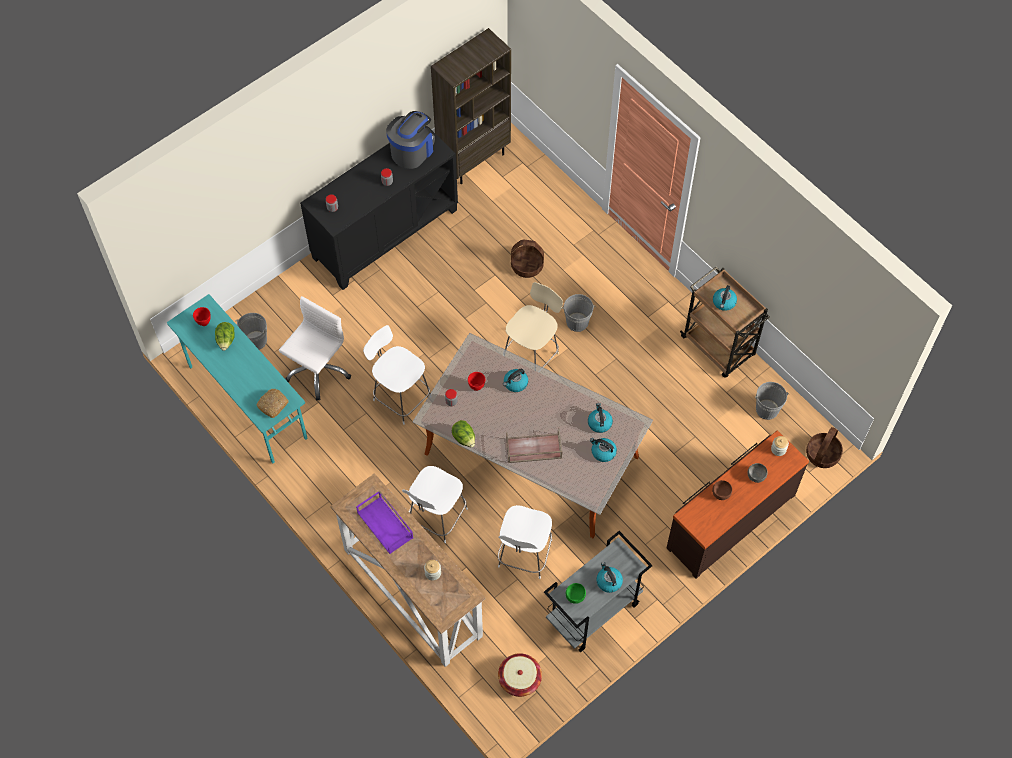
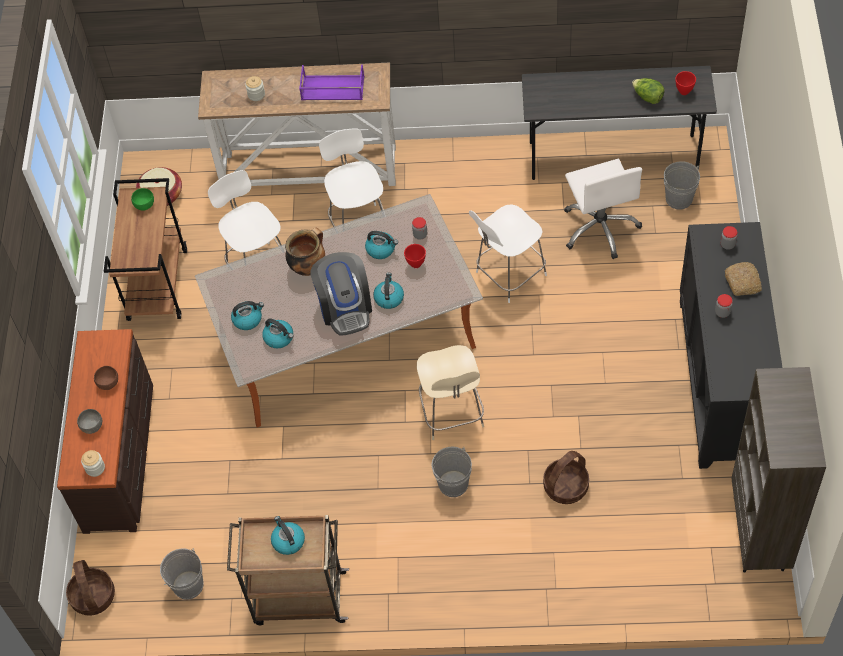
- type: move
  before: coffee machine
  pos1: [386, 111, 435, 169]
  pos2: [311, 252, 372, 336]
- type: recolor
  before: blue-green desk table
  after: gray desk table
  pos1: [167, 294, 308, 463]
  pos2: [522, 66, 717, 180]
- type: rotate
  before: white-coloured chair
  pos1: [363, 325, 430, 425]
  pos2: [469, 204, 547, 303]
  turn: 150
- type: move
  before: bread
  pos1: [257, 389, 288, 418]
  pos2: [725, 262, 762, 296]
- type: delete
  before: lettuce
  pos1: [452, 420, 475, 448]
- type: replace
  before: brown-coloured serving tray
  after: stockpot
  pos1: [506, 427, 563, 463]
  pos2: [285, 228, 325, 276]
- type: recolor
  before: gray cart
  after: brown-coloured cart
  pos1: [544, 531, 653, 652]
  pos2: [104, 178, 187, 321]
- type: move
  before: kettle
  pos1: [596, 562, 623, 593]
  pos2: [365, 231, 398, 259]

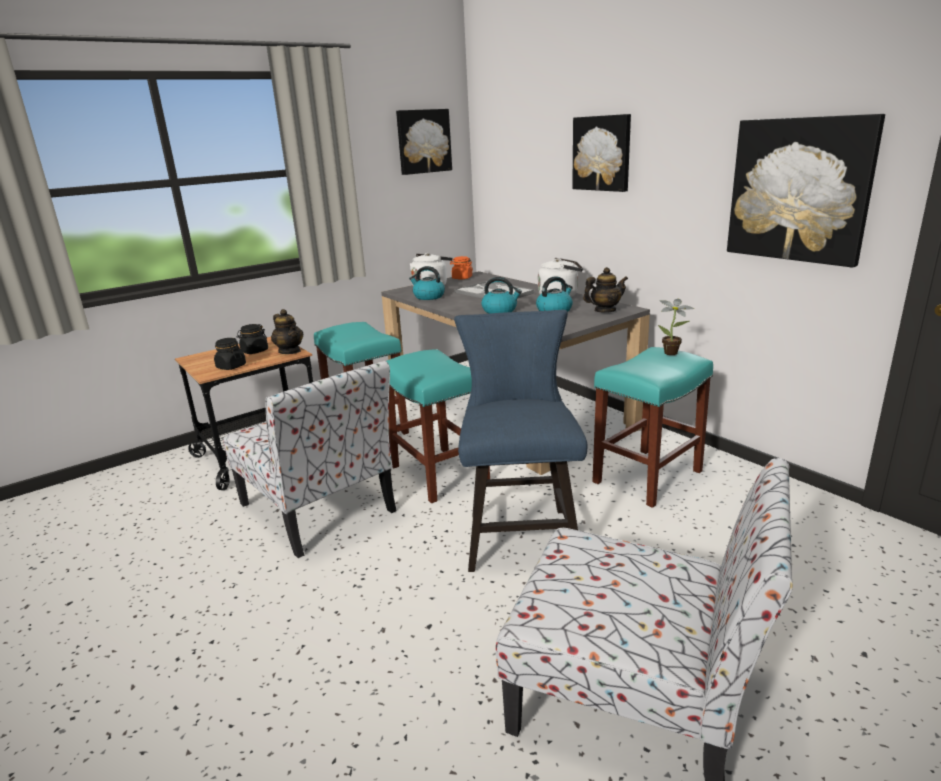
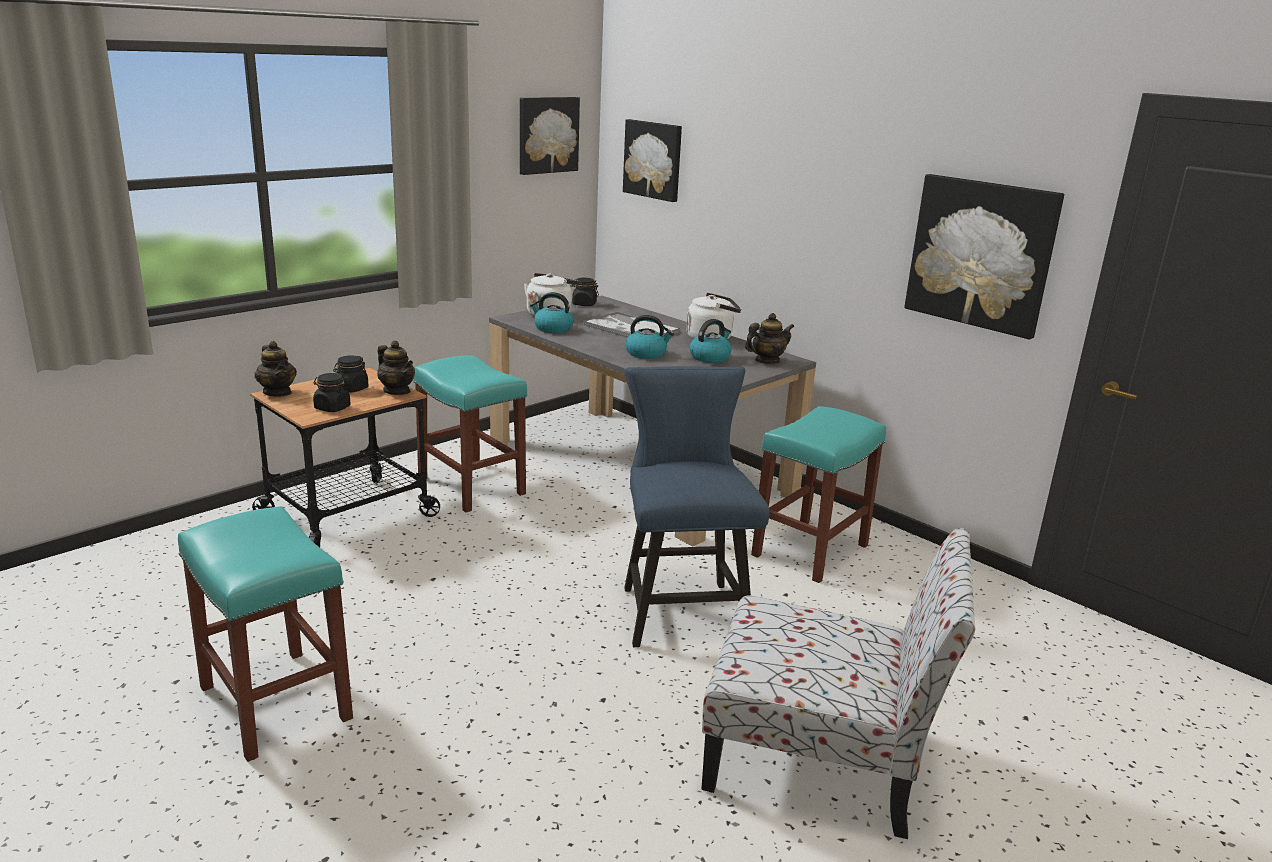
- type: move
  before: picture
  pos1: [572, 114, 631, 192]
  pos2: [623, 119, 682, 202]
- type: recolor
  before: orange storage jar
  after: black storage jar
  pos1: [450, 256, 473, 280]
  pos2: [570, 277, 599, 306]
- type: delete
  before: houseplant
  pos1: [658, 299, 694, 355]
- type: move
  before: blue-green stool
  pos1: [387, 349, 490, 503]
  pos2: [178, 506, 353, 762]
- type: delete
  before: chair
  pos1: [223, 361, 397, 558]
- type: insert
  after: pot for tea
  pos2: [255, 341, 297, 397]

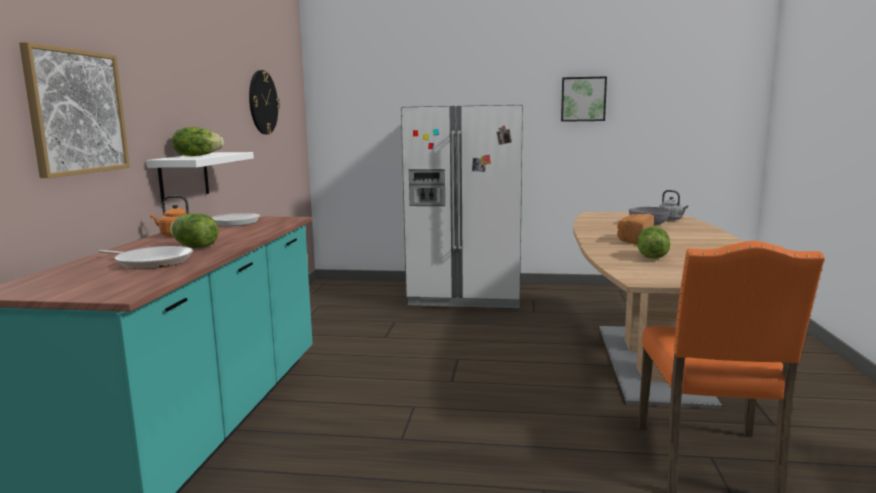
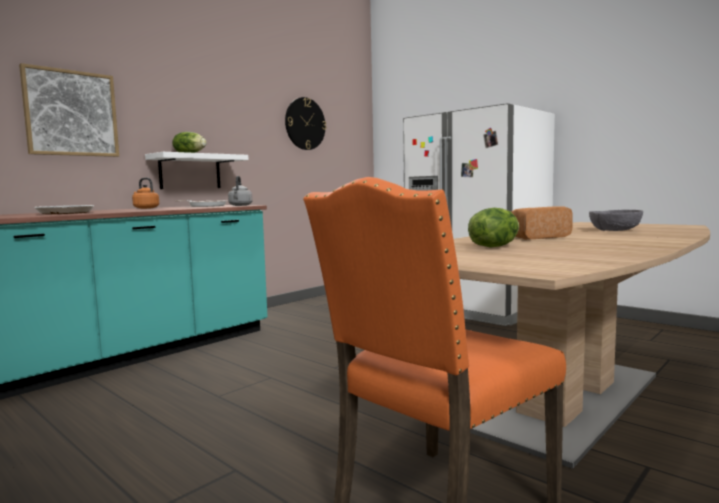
- type: delete
  before: picture
  pos1: [561, 76, 607, 122]
- type: move
  before: gray kettle
  pos1: [659, 190, 688, 221]
  pos2: [228, 176, 253, 206]
- type: delete
  before: lettuce
  pos1: [170, 213, 219, 248]

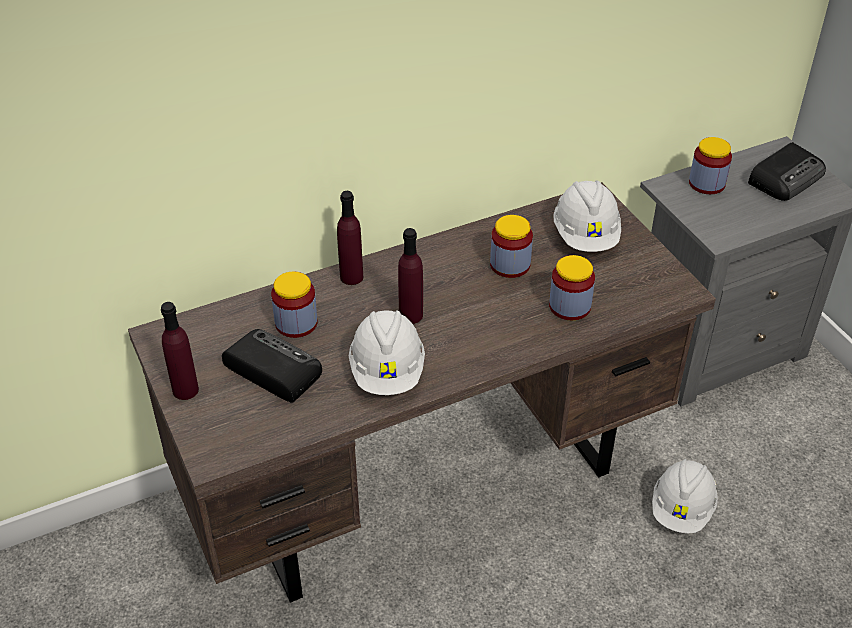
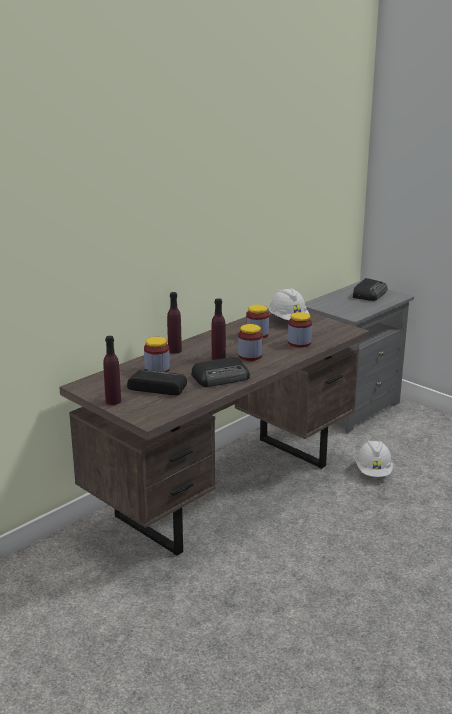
- type: move
  before: storage jar
  pos1: [689, 137, 732, 194]
  pos2: [238, 324, 263, 361]
- type: replace
  before: white-coloured safety helmet
  after: radio receiver
  pos1: [349, 310, 425, 395]
  pos2: [191, 357, 250, 387]

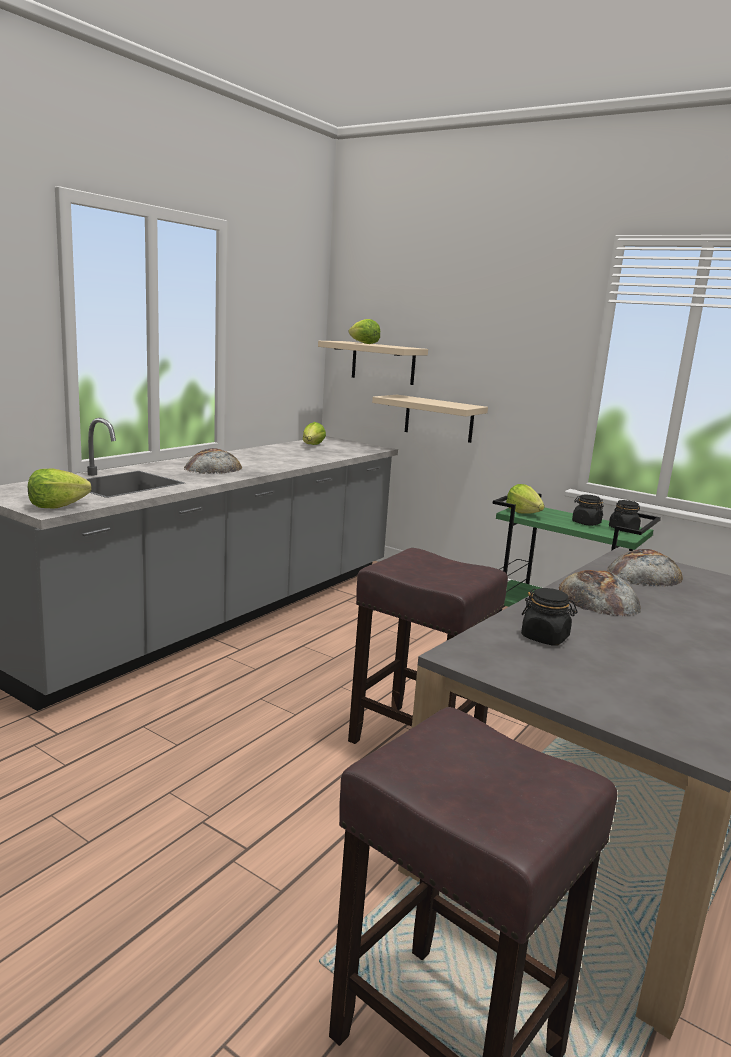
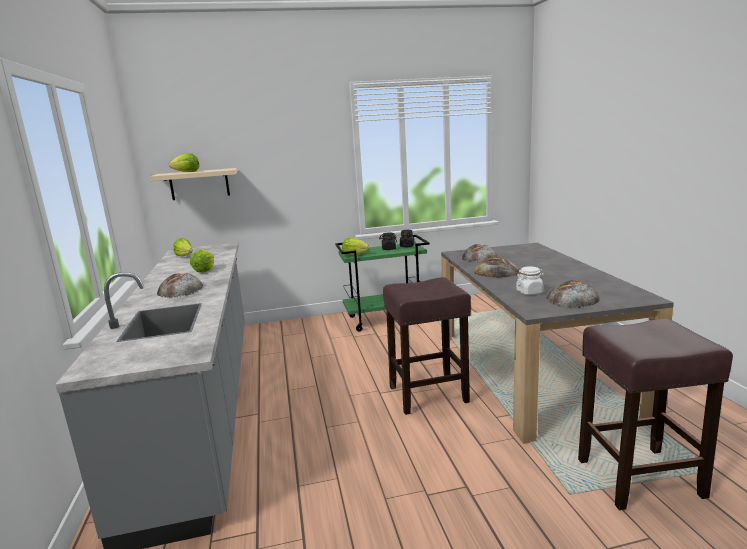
- type: delete
  before: beige bracket shelf
  pos1: [372, 395, 488, 443]
- type: move
  before: lettuce
  pos1: [28, 469, 92, 508]
  pos2: [190, 250, 214, 273]
- type: recolor
  before: black storage jar
  after: white-coloured storage jar
  pos1: [521, 588, 577, 646]
  pos2: [516, 266, 544, 295]
- type: insert
  after: bread
  pos2: [546, 280, 600, 308]

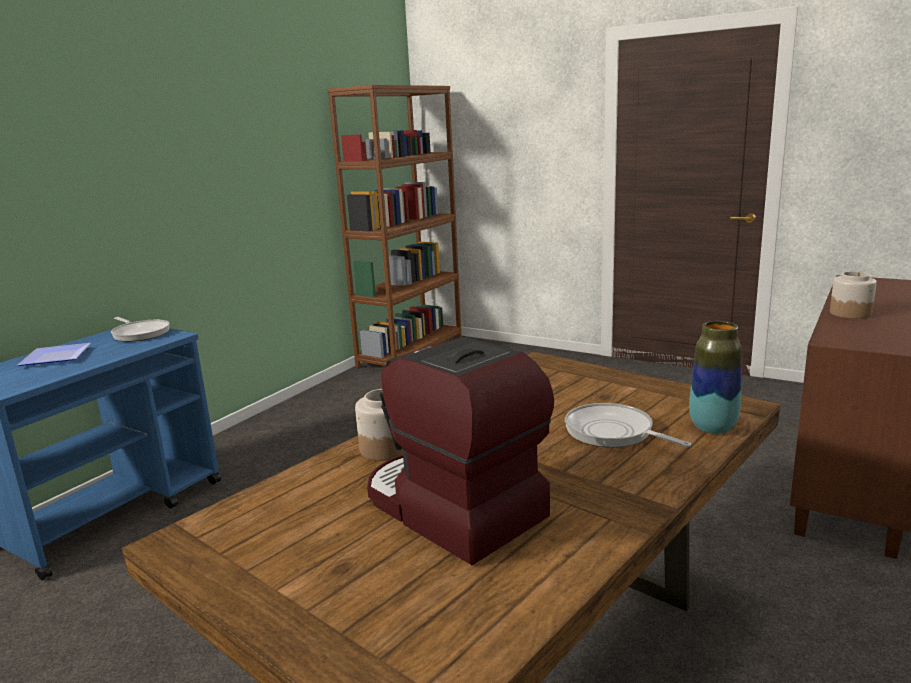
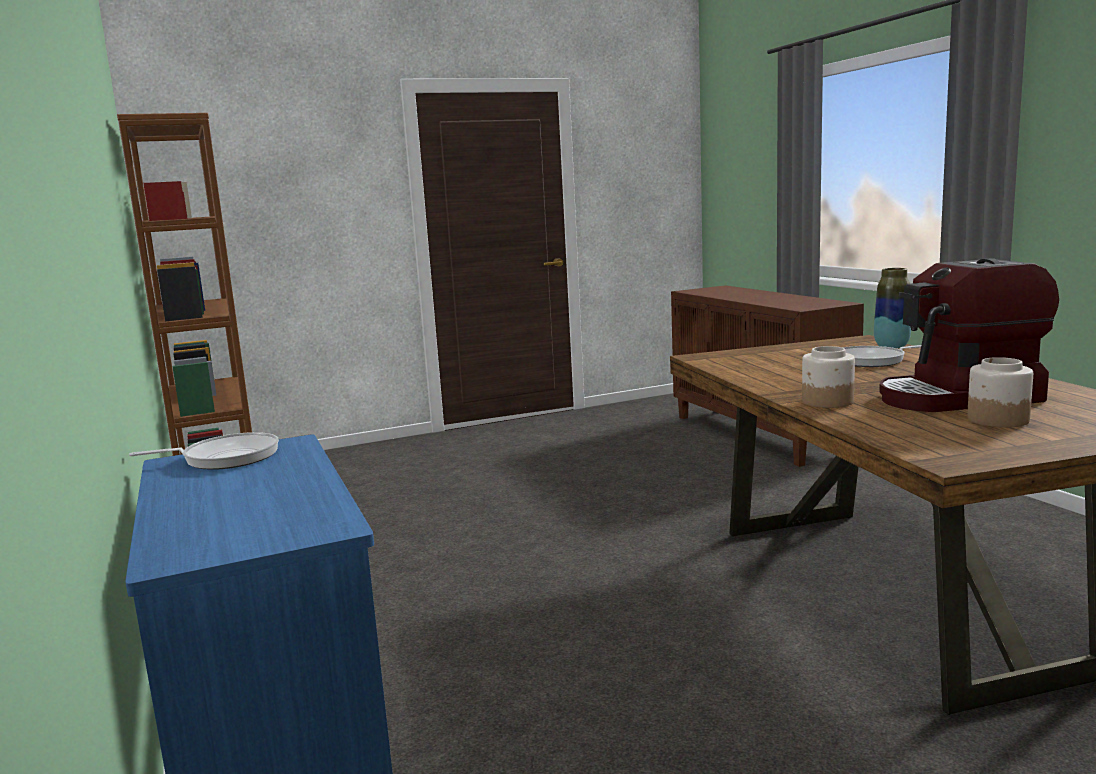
- type: move
  before: storage jar
  pos1: [830, 272, 877, 319]
  pos2: [967, 357, 1033, 427]
- type: delete
  before: plate
  pos1: [18, 343, 91, 366]

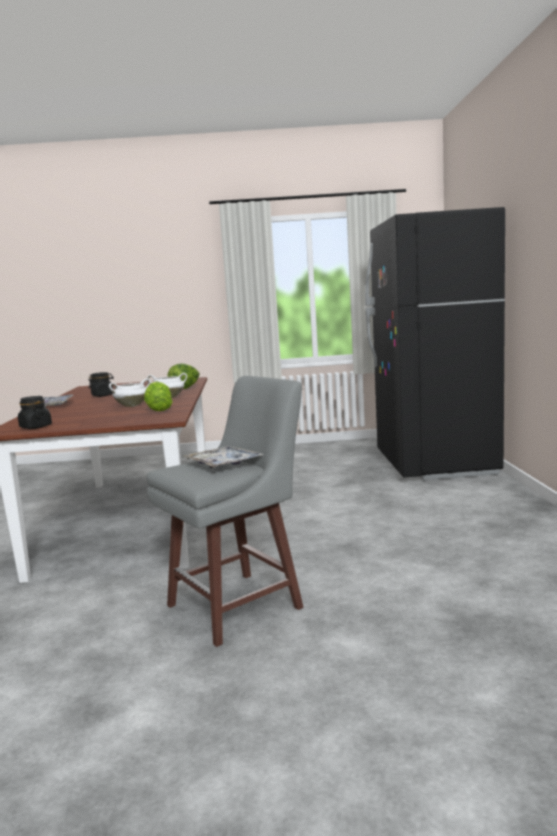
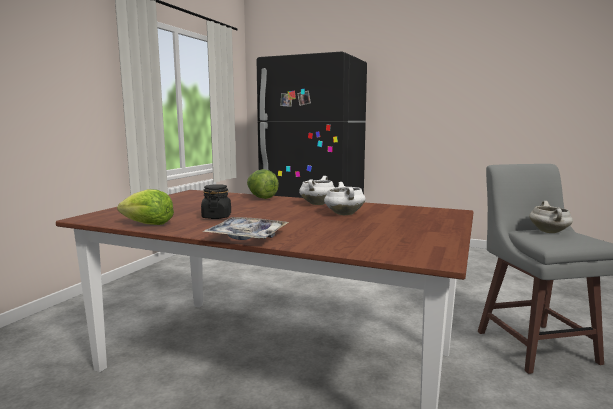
- type: move
  before: lettuce
  pos1: [144, 381, 173, 411]
  pos2: [117, 189, 174, 225]
- type: delete
  before: black storage jar
  pos1: [18, 396, 52, 429]
- type: replace
  before: serving tray
  after: white-coloured stockpot
  pos1: [183, 446, 264, 468]
  pos2: [529, 201, 573, 233]

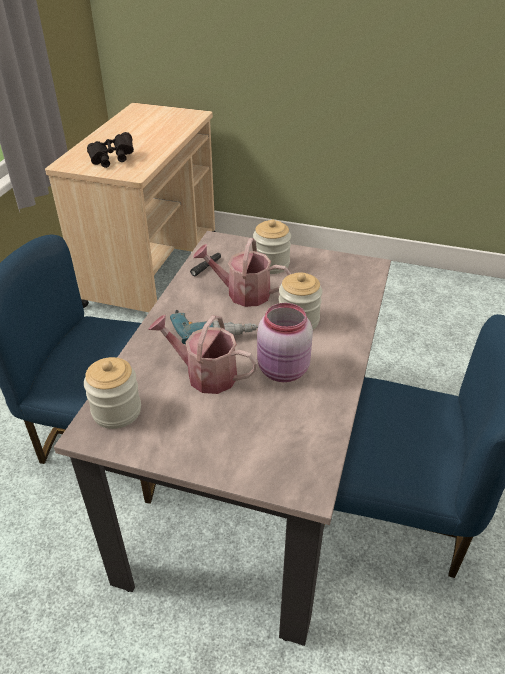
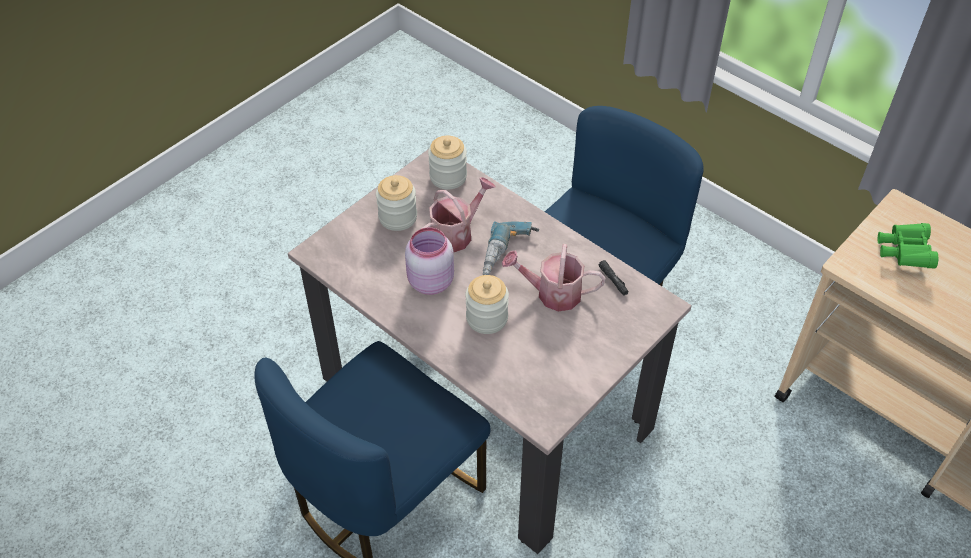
- type: recolor
  before: black pair of binoculars
  after: green-coloured pair of binoculars
  pos1: [87, 132, 134, 168]
  pos2: [878, 223, 938, 268]
- type: move
  before: storage jar
  pos1: [253, 220, 291, 274]
  pos2: [376, 175, 417, 231]
- type: rotate
  before: sprinkling can
  pos1: [193, 238, 291, 307]
  pos2: [502, 244, 606, 311]
  turn: -120

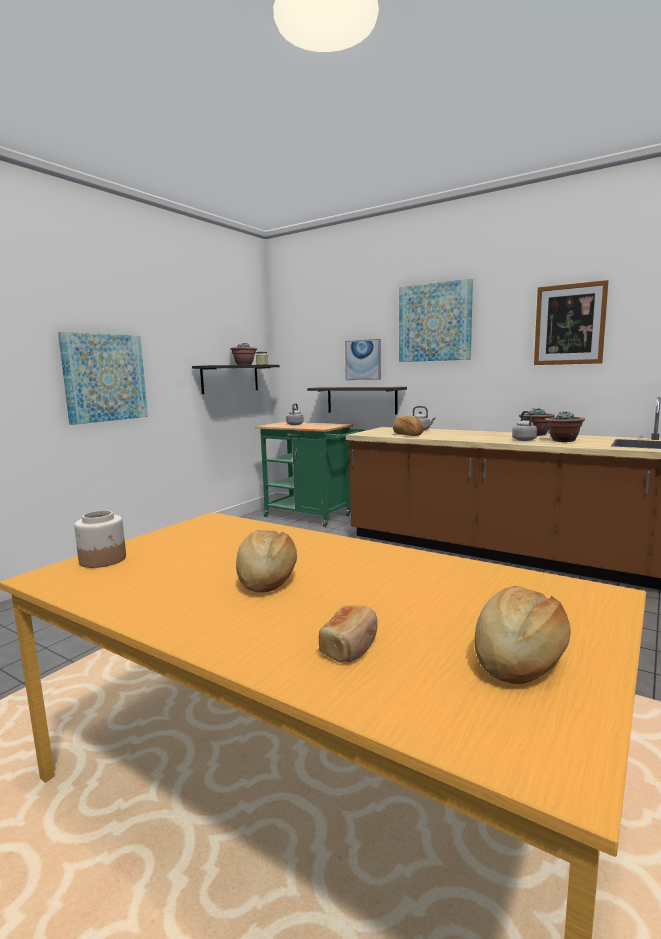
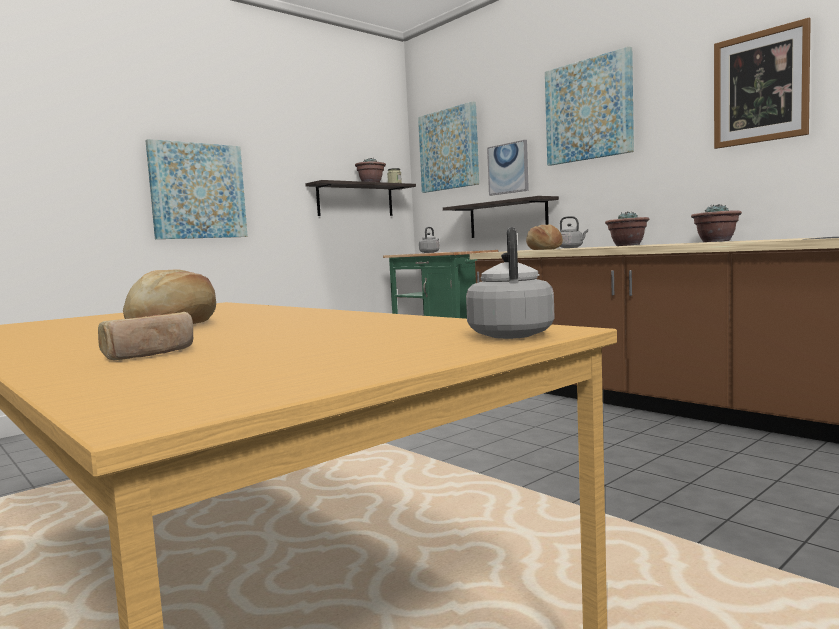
- type: move
  before: gray kettle
  pos1: [512, 411, 537, 441]
  pos2: [466, 227, 555, 339]
- type: move
  before: houseplant
  pos1: [545, 411, 585, 442]
  pos2: [605, 211, 649, 246]
- type: delete
  before: storage jar
  pos1: [74, 510, 126, 568]
- type: delete
  before: bread
  pos1: [474, 586, 570, 684]
- type: insert
  after: picture
  pos2: [418, 101, 479, 193]

